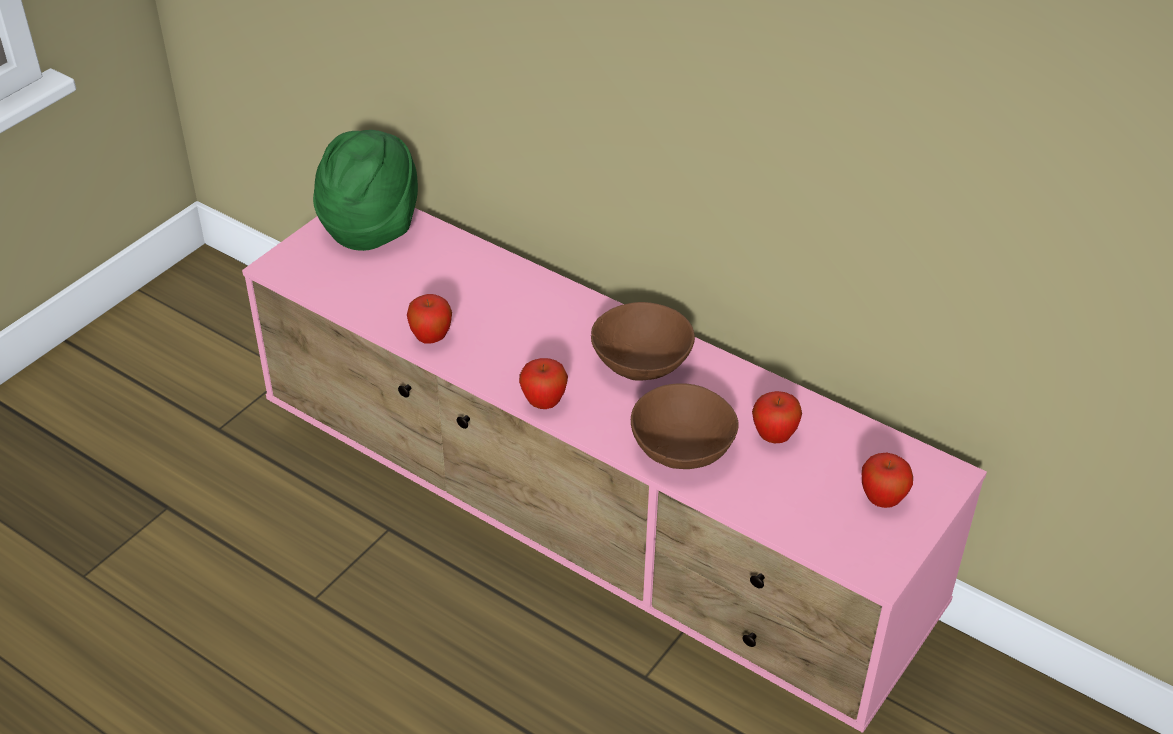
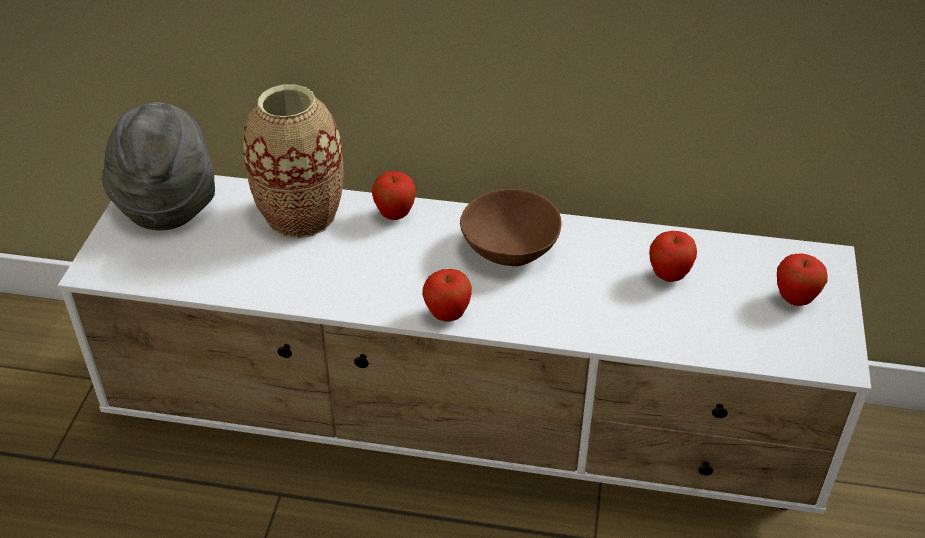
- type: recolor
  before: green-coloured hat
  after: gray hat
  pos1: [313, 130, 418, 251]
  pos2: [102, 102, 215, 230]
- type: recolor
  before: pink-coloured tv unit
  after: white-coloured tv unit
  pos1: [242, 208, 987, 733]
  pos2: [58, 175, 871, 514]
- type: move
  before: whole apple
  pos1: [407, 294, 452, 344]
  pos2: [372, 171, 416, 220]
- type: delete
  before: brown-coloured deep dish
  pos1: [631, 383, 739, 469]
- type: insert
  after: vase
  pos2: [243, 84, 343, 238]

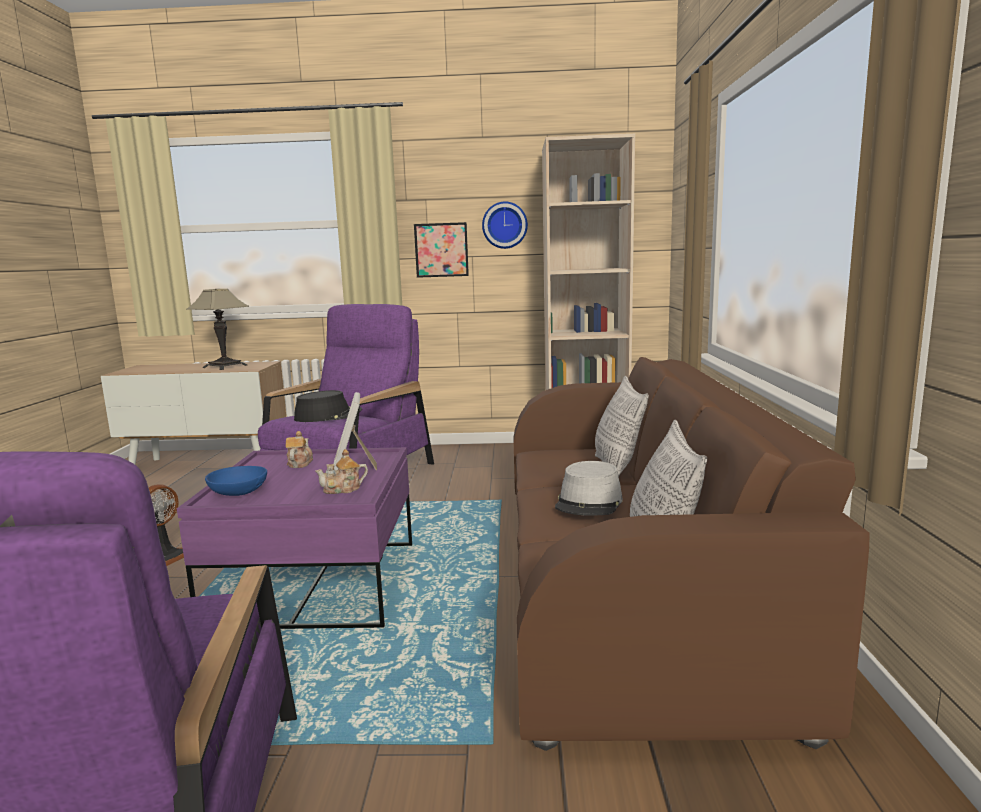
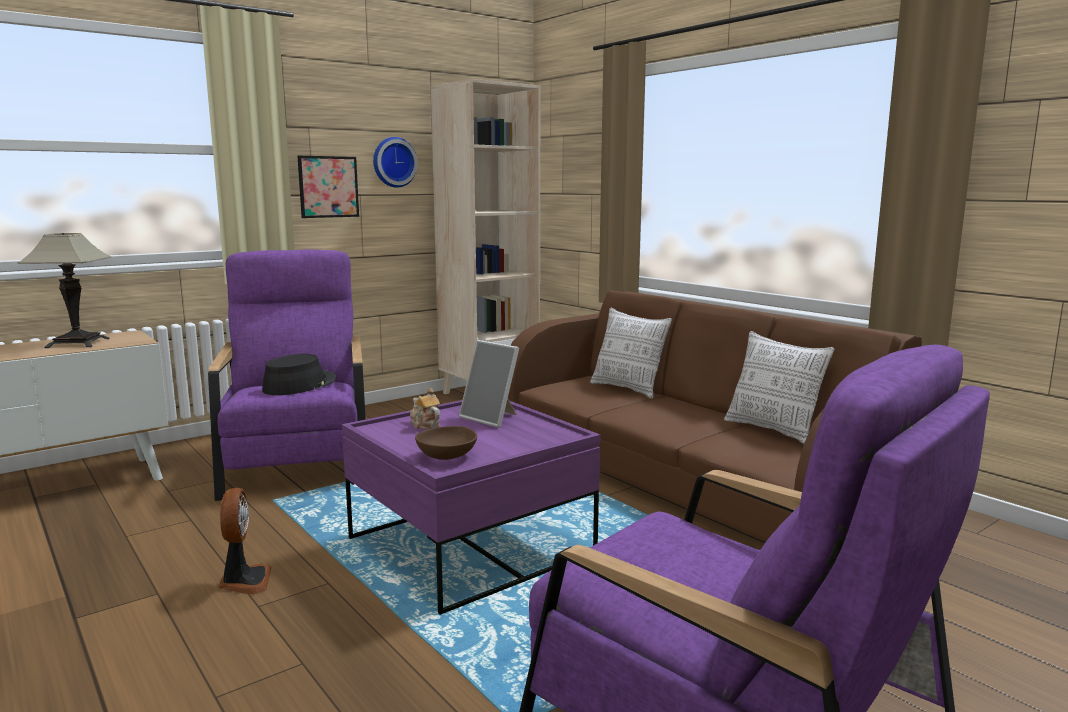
- type: delete
  before: pot for tea
  pos1: [315, 449, 368, 494]
- type: delete
  before: gray hat
  pos1: [555, 461, 623, 516]
- type: recolor
  before: blue-coloured deep dish
  after: brown-coloured deep dish
  pos1: [205, 466, 267, 496]
  pos2: [415, 426, 477, 460]

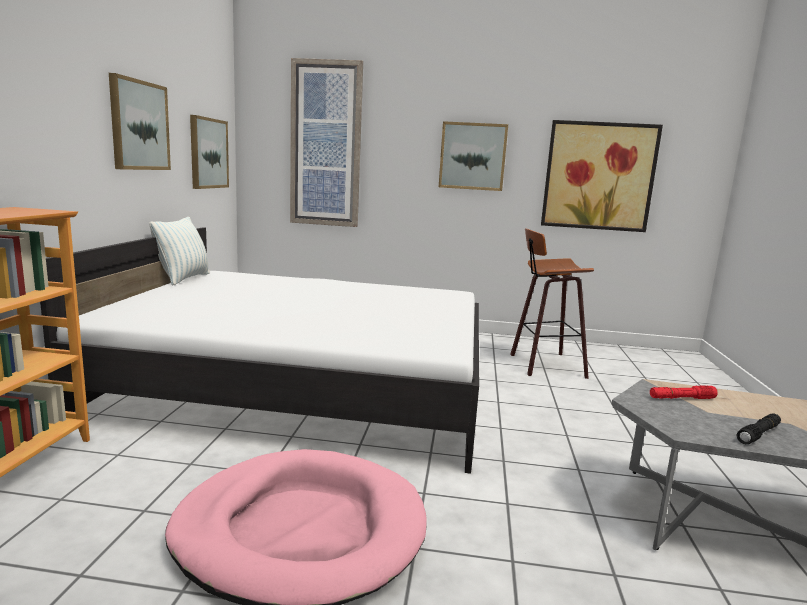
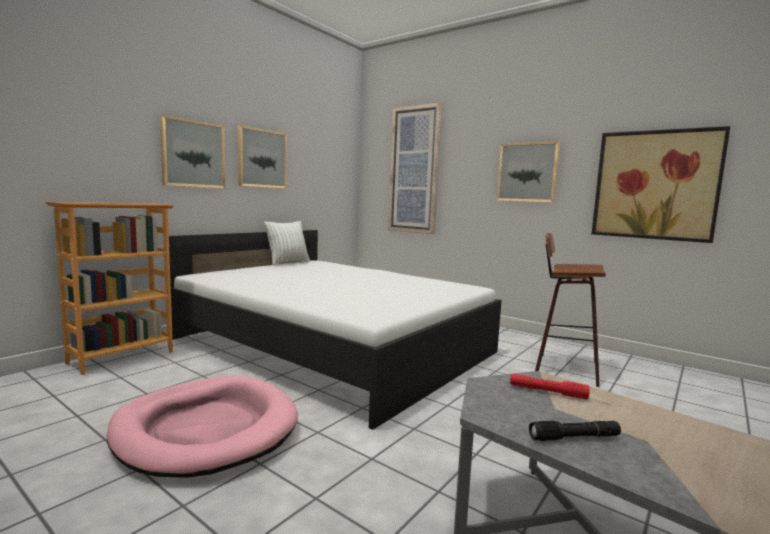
- type: move
  before: picture
  pos1: [190, 115, 229, 189]
  pos2: [160, 115, 225, 188]

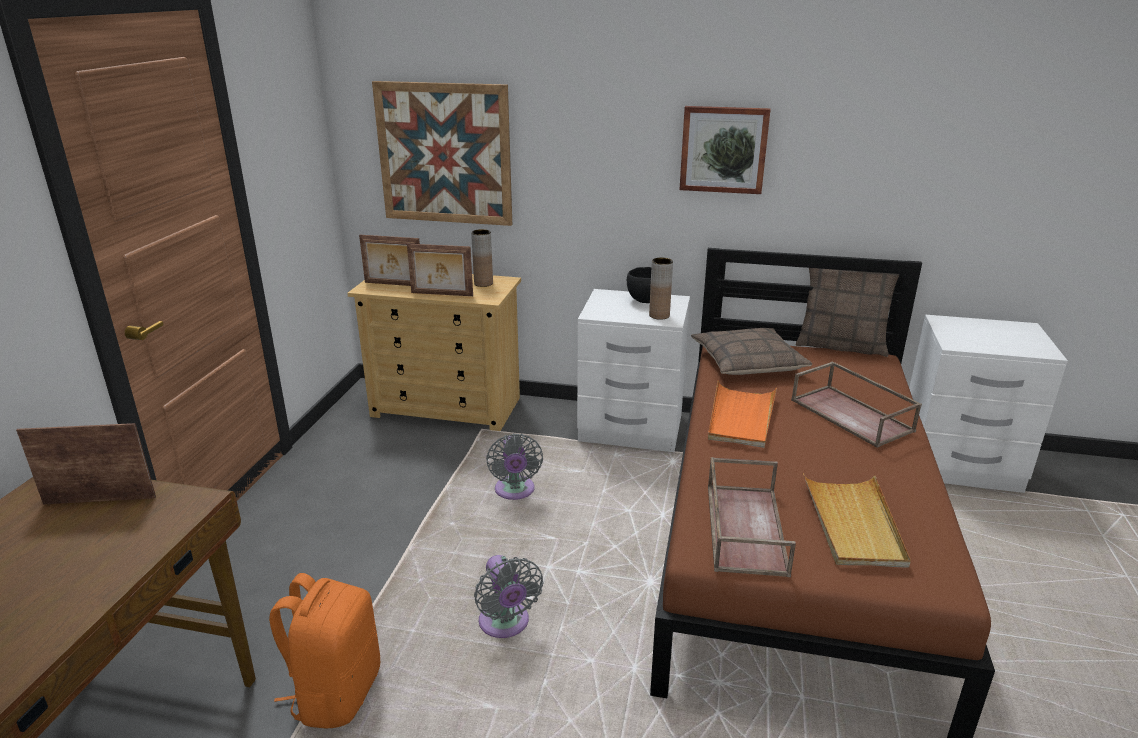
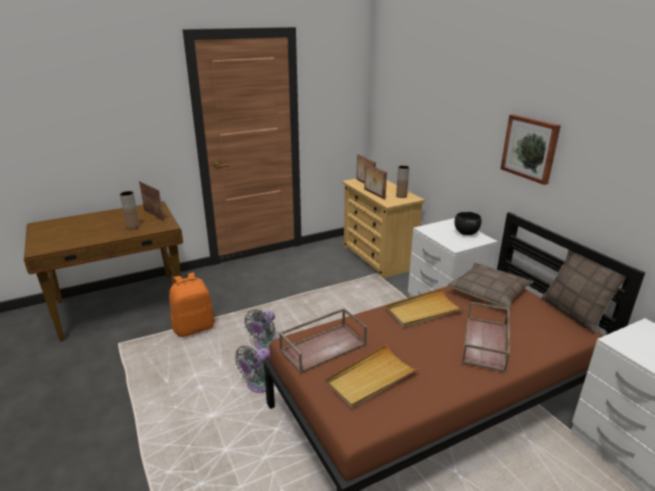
- type: delete
  before: picture
  pos1: [372, 81, 512, 226]
- type: move
  before: brown-coloured vase
  pos1: [649, 257, 673, 320]
  pos2: [120, 191, 140, 229]
- type: recolor
  before: orange serving tray
  after: beige serving tray
  pos1: [708, 380, 777, 448]
  pos2: [385, 289, 466, 328]
- type: move
  before: gray fan
  pos1: [486, 433, 543, 500]
  pos2: [235, 346, 275, 393]

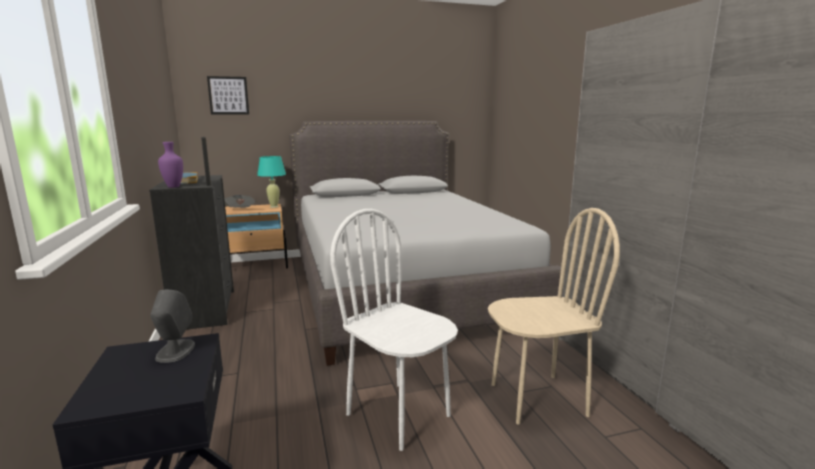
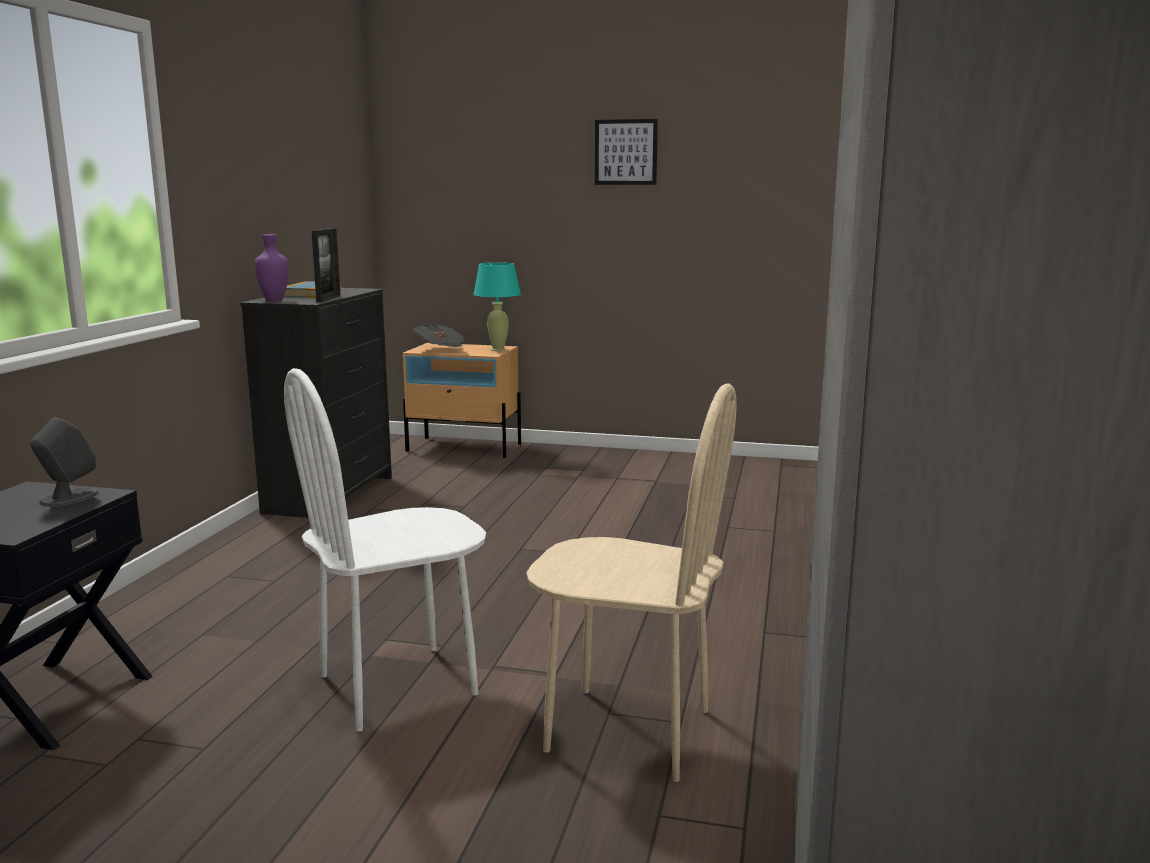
- type: move
  before: picture
  pos1: [207, 76, 249, 114]
  pos2: [595, 119, 658, 185]
- type: delete
  before: gray bed
  pos1: [289, 121, 563, 366]
- type: rotate
  before: white-coloured chair
  pos1: [330, 209, 458, 451]
  pos2: [284, 368, 486, 732]
  turn: -105

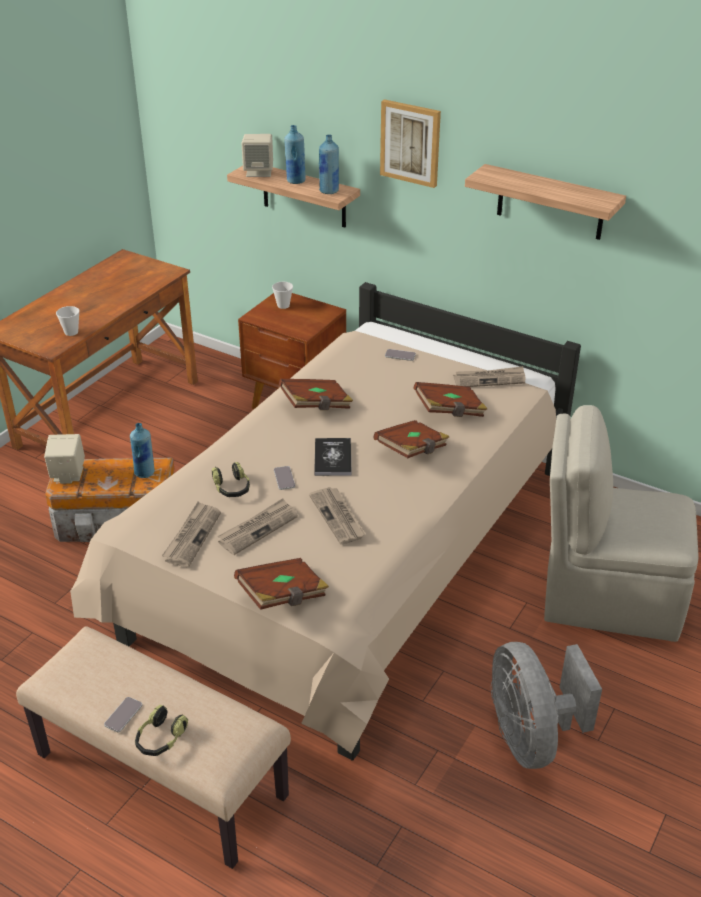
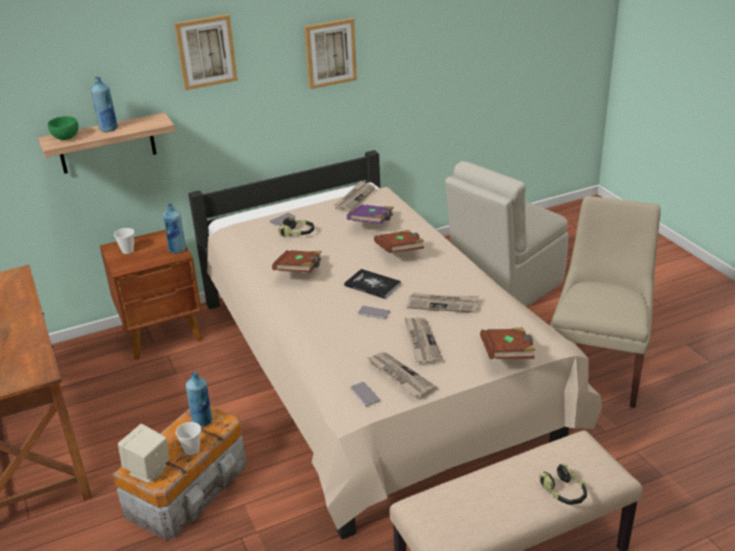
- type: replace
  before: beige speaker
  after: green-coloured deep dish
  pos1: [242, 134, 273, 177]
  pos2: [48, 116, 79, 140]
- type: move
  before: blue-coloured beverage bottle
  pos1: [319, 134, 339, 194]
  pos2: [163, 204, 186, 254]
- type: replace
  before: bracket shelf
  after: picture
  pos1: [465, 164, 626, 240]
  pos2: [304, 18, 357, 89]
- type: move
  before: cup
  pos1: [56, 306, 80, 336]
  pos2: [176, 422, 201, 455]
- type: recolor
  before: brown-coloured volume
  after: purple volume
  pos1: [414, 382, 488, 417]
  pos2: [347, 205, 394, 224]
- type: move
  before: pair of headphones
  pos1: [212, 462, 250, 497]
  pos2: [278, 217, 314, 237]
- type: replace
  before: gray fan
  after: beige chair
  pos1: [491, 642, 602, 769]
  pos2: [550, 196, 661, 408]
- type: move
  before: handset
  pos1: [104, 697, 142, 732]
  pos2: [350, 382, 380, 406]

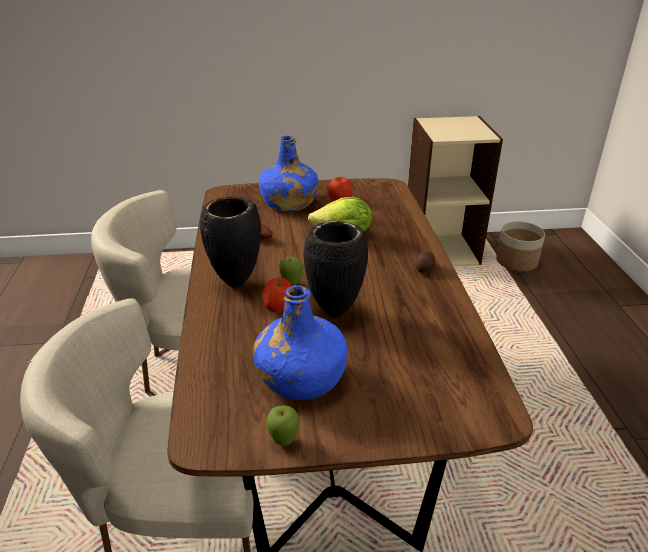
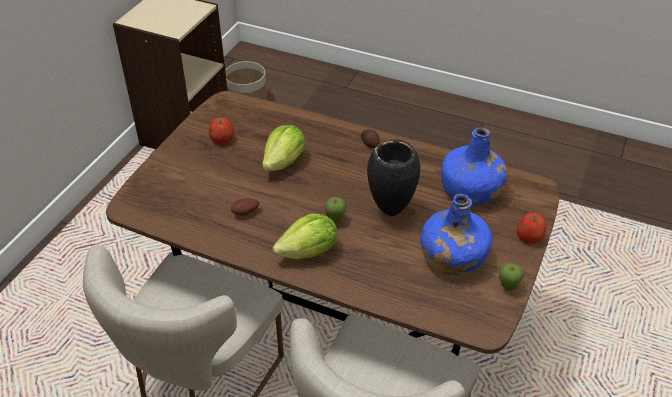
- type: move
  before: blue-coloured beverage bottle
  pos1: [259, 135, 318, 212]
  pos2: [441, 128, 508, 205]
- type: replace
  before: black vase
  after: lettuce
  pos1: [200, 196, 261, 288]
  pos2: [272, 213, 338, 259]
- type: move
  before: whole apple
  pos1: [262, 278, 292, 312]
  pos2: [517, 213, 546, 244]

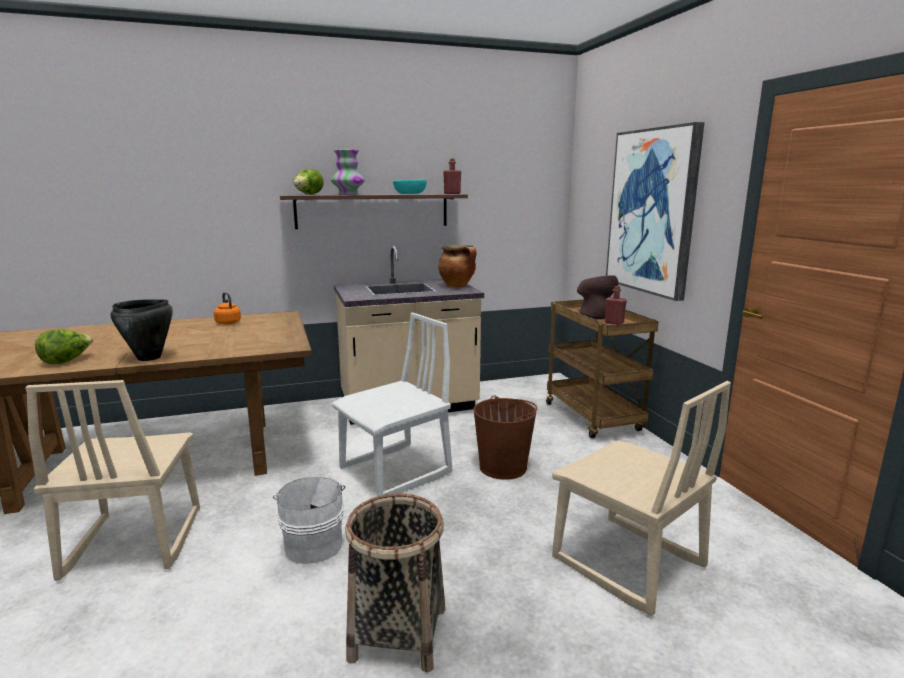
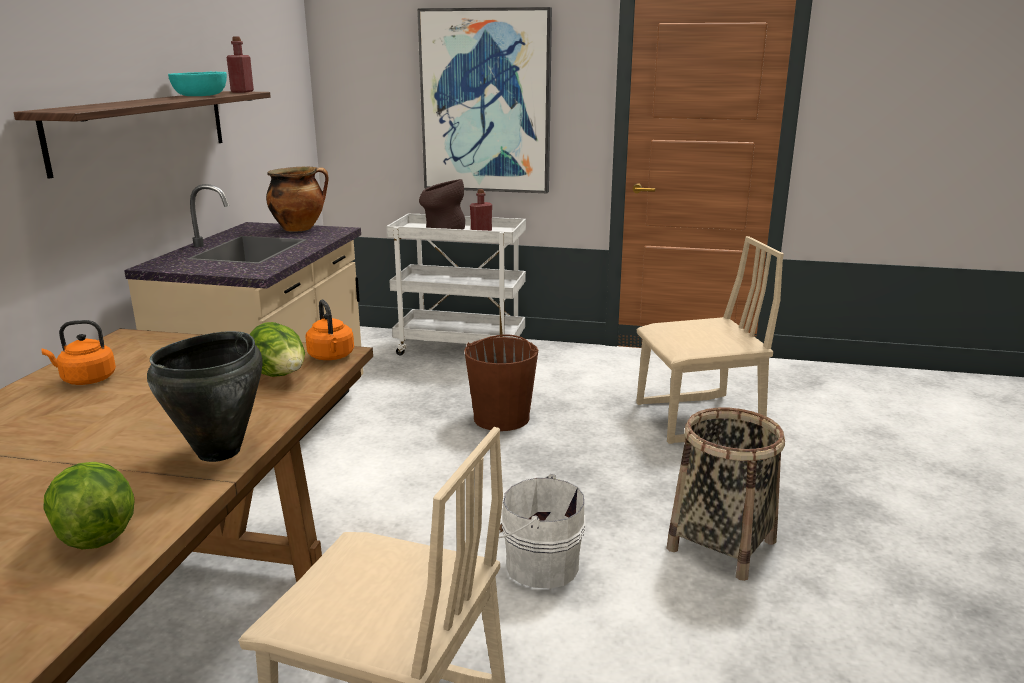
- type: delete
  before: vase
  pos1: [331, 149, 364, 195]
- type: move
  before: lettuce
  pos1: [293, 169, 324, 195]
  pos2: [249, 322, 305, 377]
- type: recolor
  before: brown-coloured cart
  after: white-coloured cart
  pos1: [546, 300, 659, 438]
  pos2: [386, 214, 526, 356]
- type: delete
  before: white-coloured chair
  pos1: [332, 313, 452, 496]
- type: insert
  after: orange kettle
  pos2: [305, 300, 354, 360]

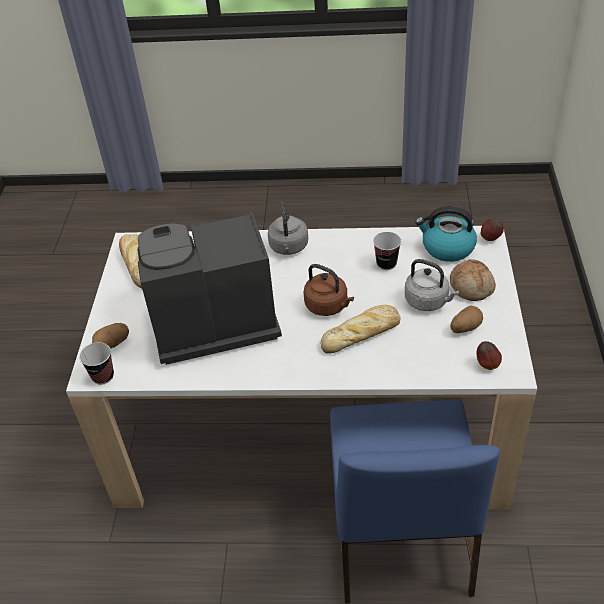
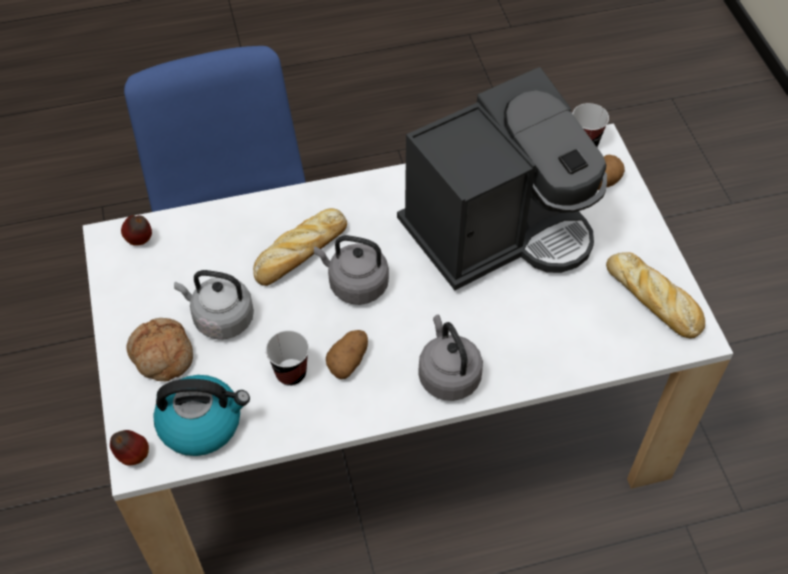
- type: recolor
  before: brown-coloured kettle
  after: gray kettle
  pos1: [303, 264, 354, 316]
  pos2: [314, 235, 389, 305]
- type: move
  before: whole potato
  pos1: [450, 306, 483, 333]
  pos2: [326, 330, 368, 379]

